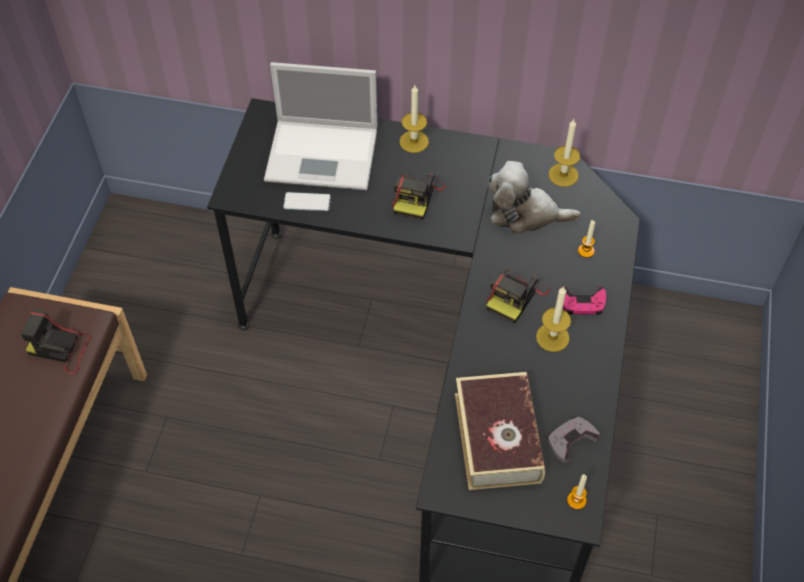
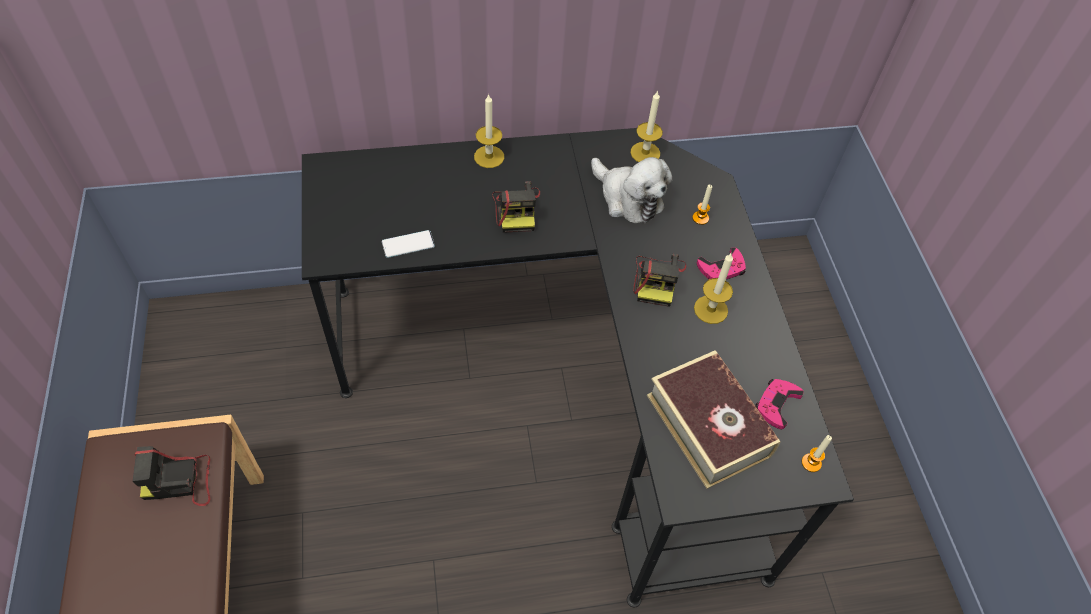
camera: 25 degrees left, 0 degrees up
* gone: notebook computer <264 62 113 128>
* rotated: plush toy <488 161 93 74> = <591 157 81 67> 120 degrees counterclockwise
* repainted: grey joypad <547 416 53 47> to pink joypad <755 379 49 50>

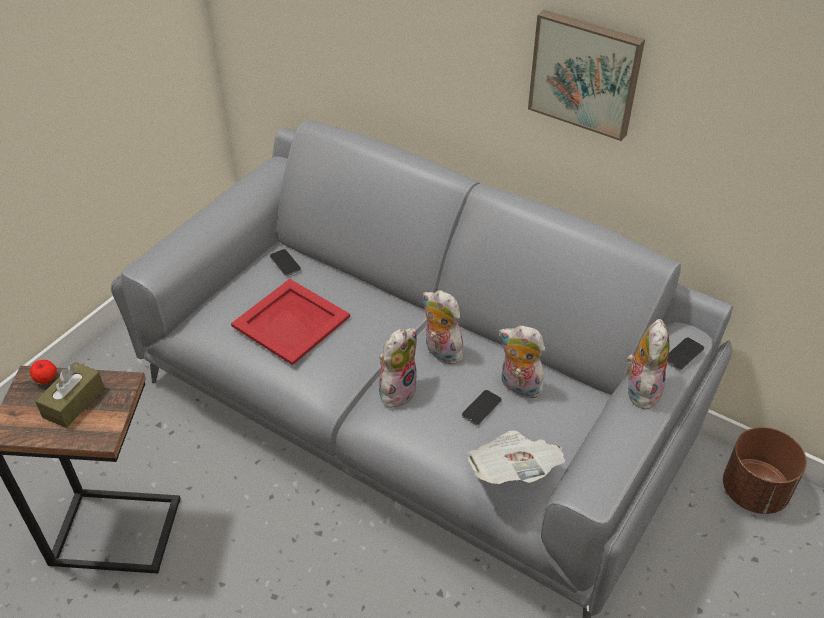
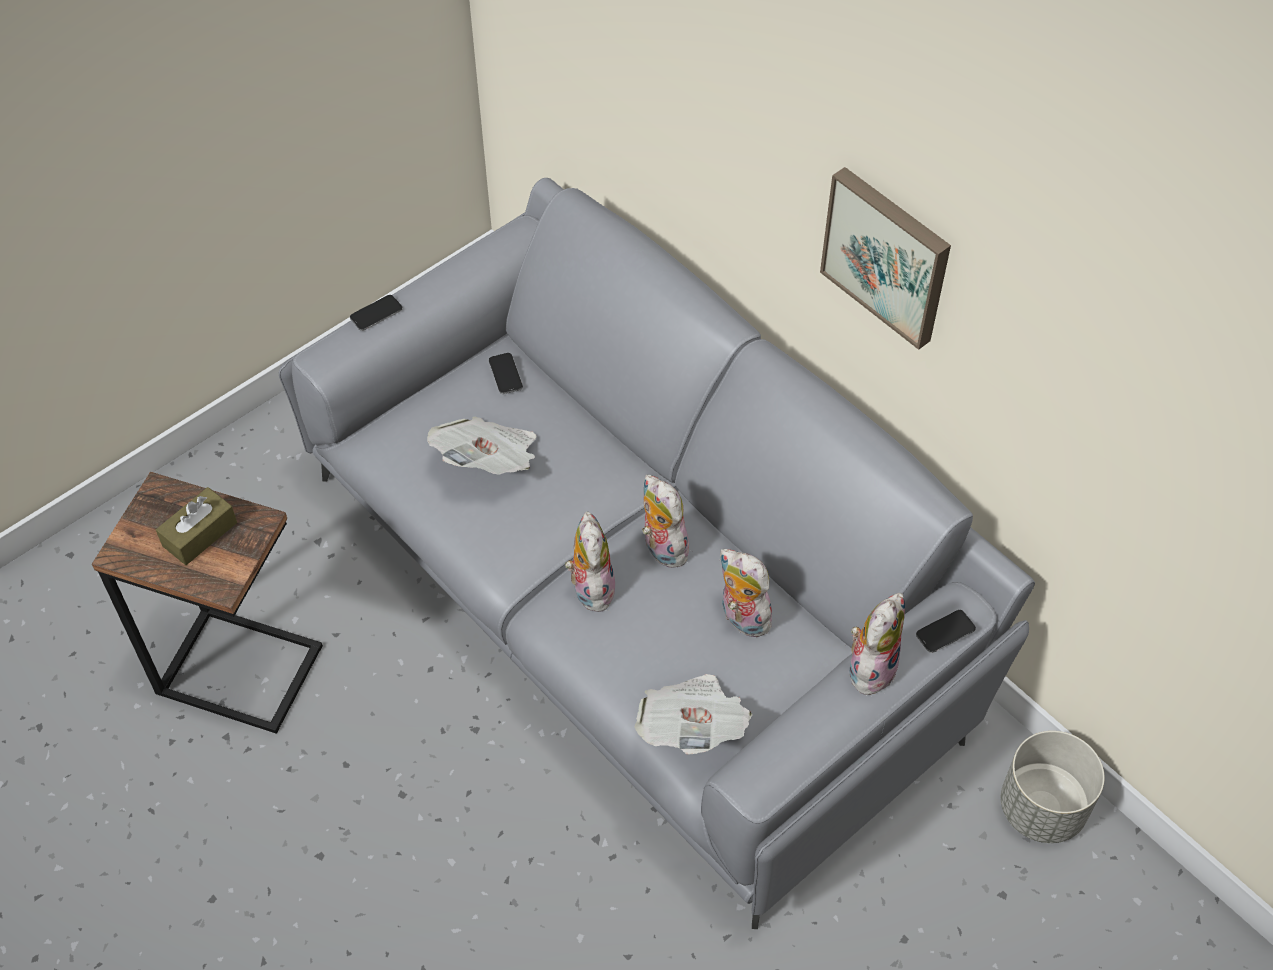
camera: 15 degrees right, 10 degrees up
* swapped: red carrying tray <231 279 119 86> to daily paper <427 417 109 57>
* rotated: plush toy <379 328 38 80> = <565 511 50 101> 60 degrees counterclockwise
* gone: apple <30 360 27 24>
* shifted: phone <462 390 40 35> to <350 295 53 36>
* repainted: brown-coloured planter <723 427 84 87> to grey planter <1001 731 104 112>

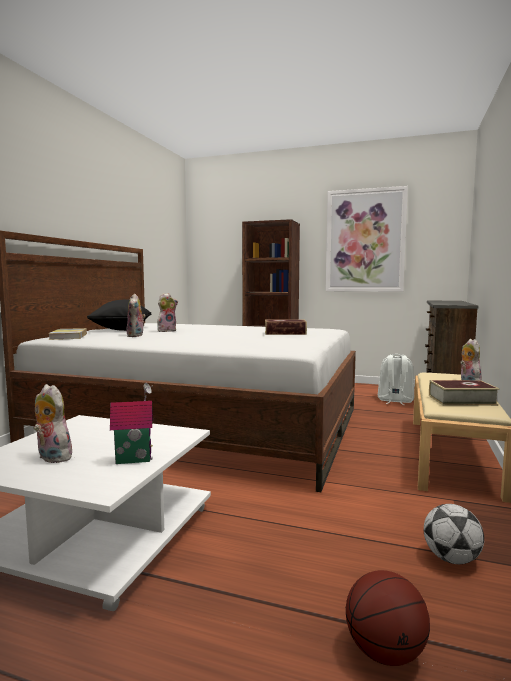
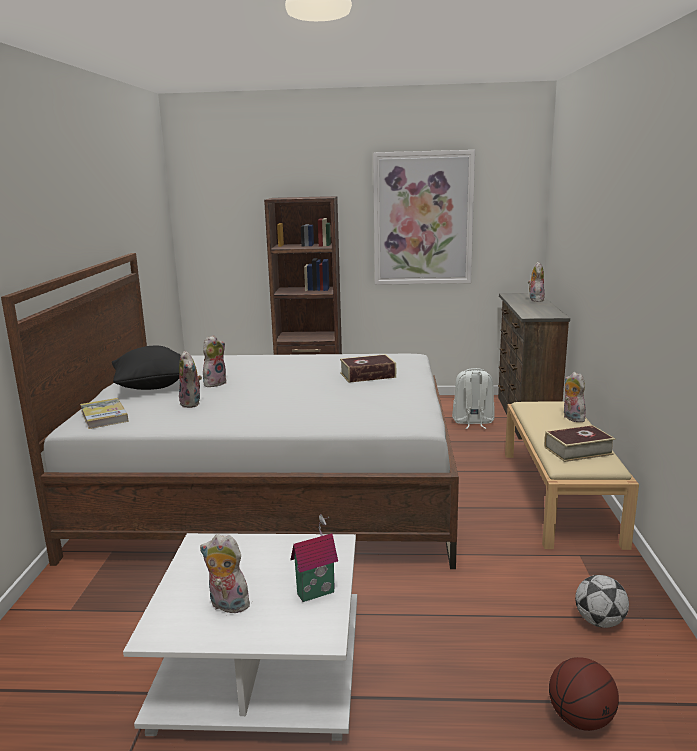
camera: 15 degrees left, 10 degrees up
* new: plush toy <528 262 17 40>

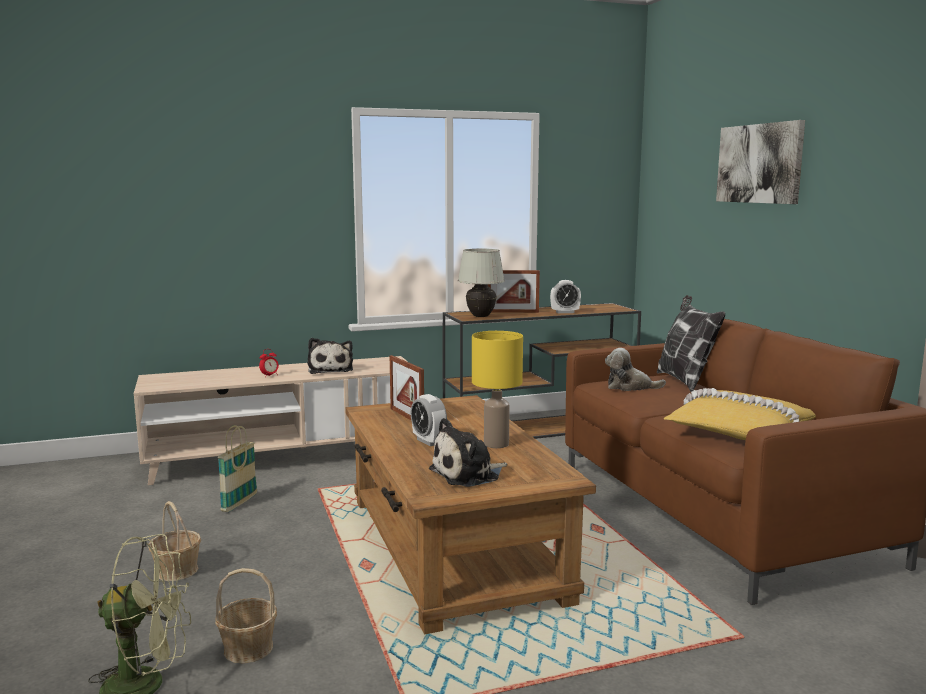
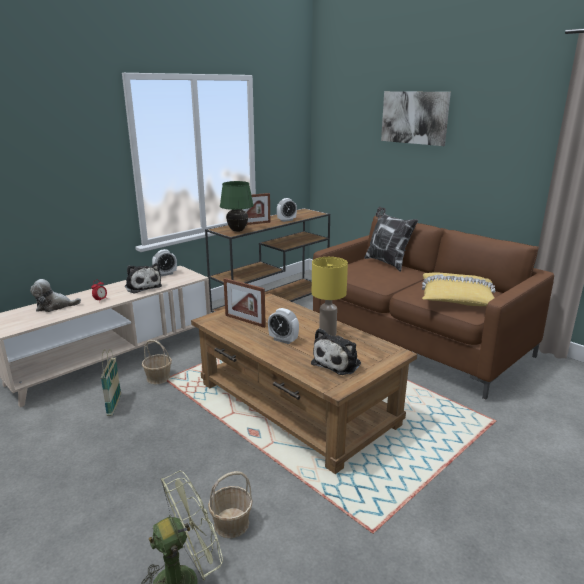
camera: 25 degrees left, 10 degrees up
* repainted: white-coloured table lamp <458 249 47 68> to greenish table lamp <220 181 34 51>
* shifted: plush toy <605 348 61 43> to <30 279 51 33>
* shifted: basket <148 501 53 80> to <142 340 30 44>
* new: alarm clock <152 249 25 27>

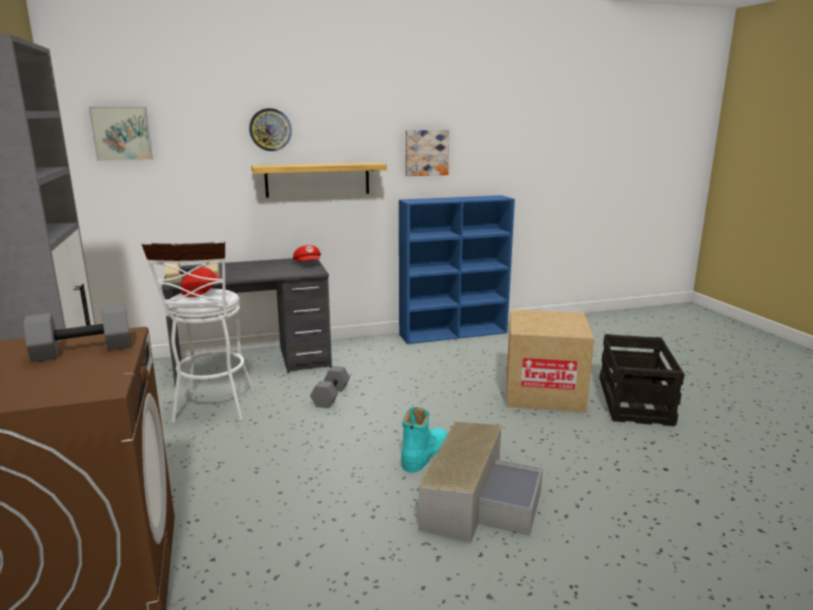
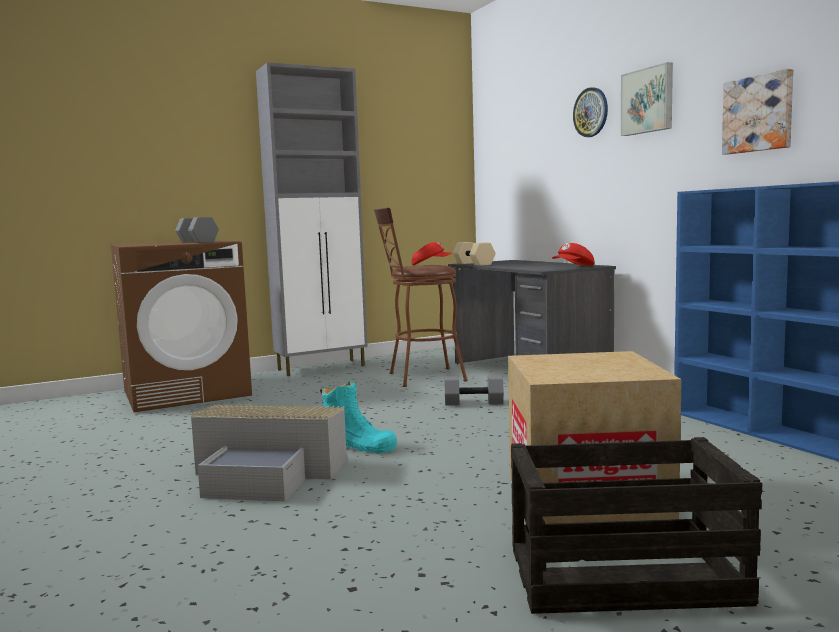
camera: 80 degrees right, 10 degrees down
* shifted: wall picture <89 107 64 54> to <621 62 52 74>
* gone: shelf <251 162 136 36>
* repainted: white-coloured stool seat <141 242 113 181> to brown-coloured stool seat <374 208 94 179>

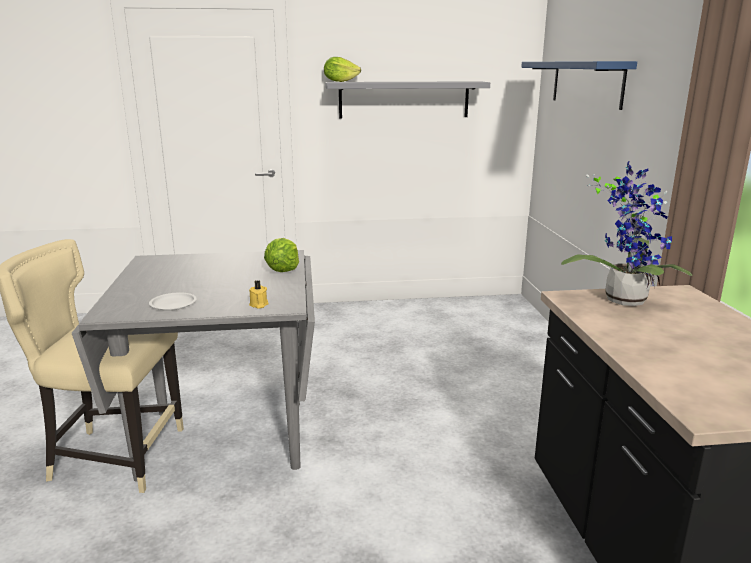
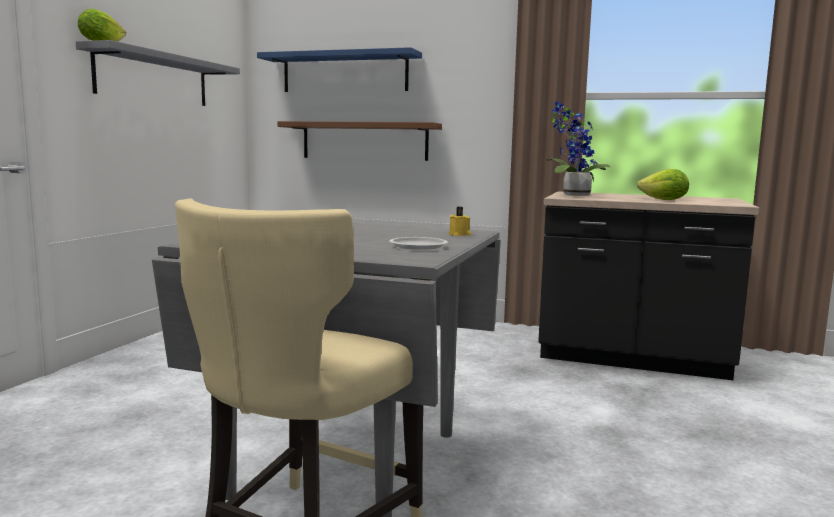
camera: 65 degrees left, 10 degrees down
* shifted: head of lettuce <264 238 35 34> to <637 169 52 31>
* new: brown-coloured shelf <278 121 164 40>

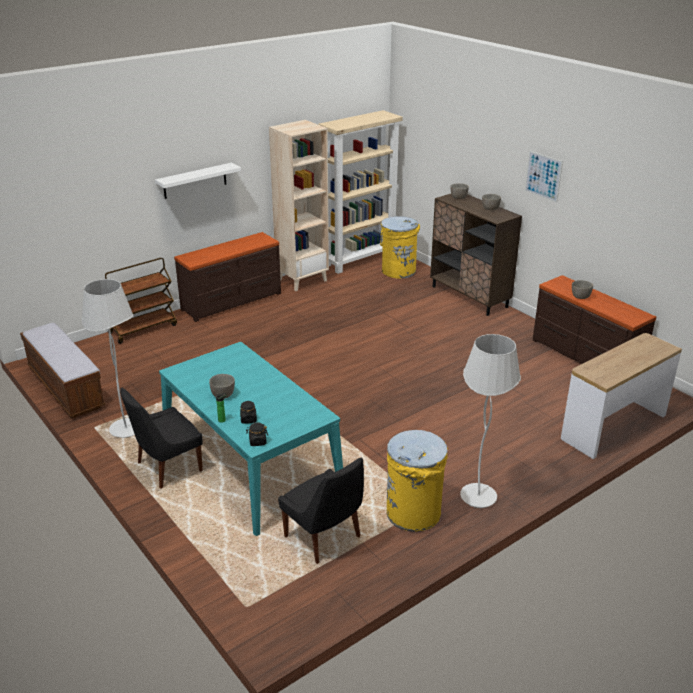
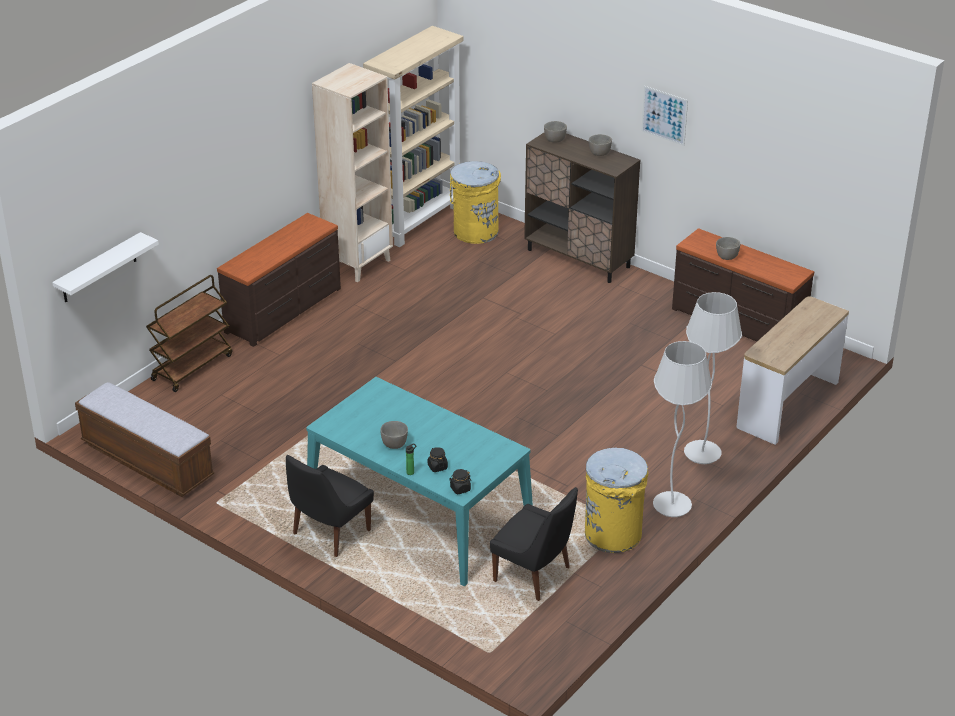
camera: 15 degrees left, 5 degrees up
* shifted: white-coloured shelf <155 163 86 36> to <52 232 107 71>
* shifted: white-coloured standing lamp <82 279 53 159> to <684 292 58 172>

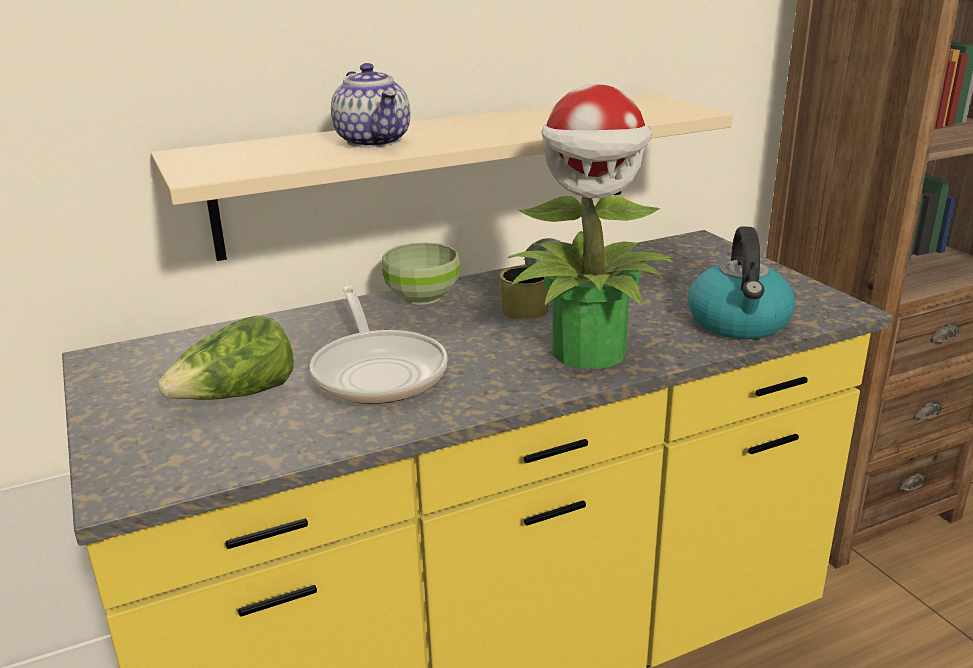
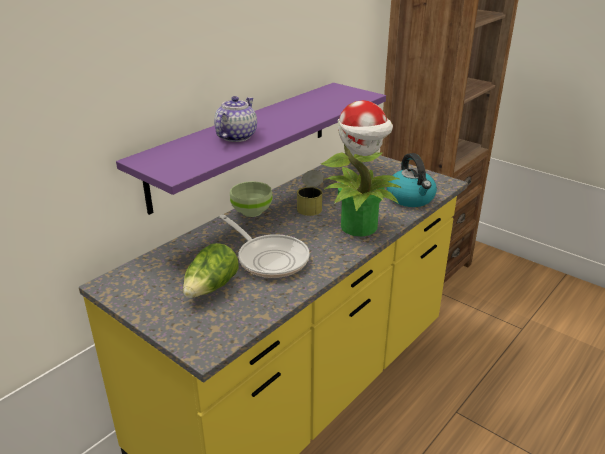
camera: 25 degrees left, 5 degrees up
* rotated: pot for tea <331 63 79 85> = <214 96 43 46> 105 degrees counterclockwise
* repainted: beige shelf <151 93 582 168> to purple-coloured shelf <116 83 270 132>

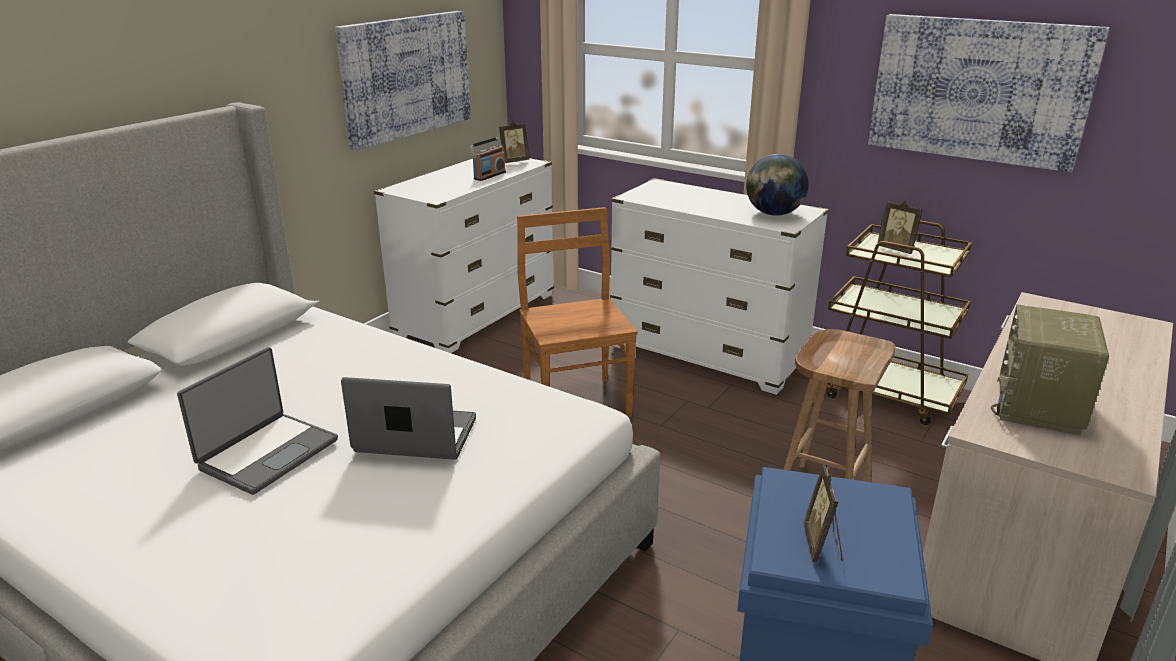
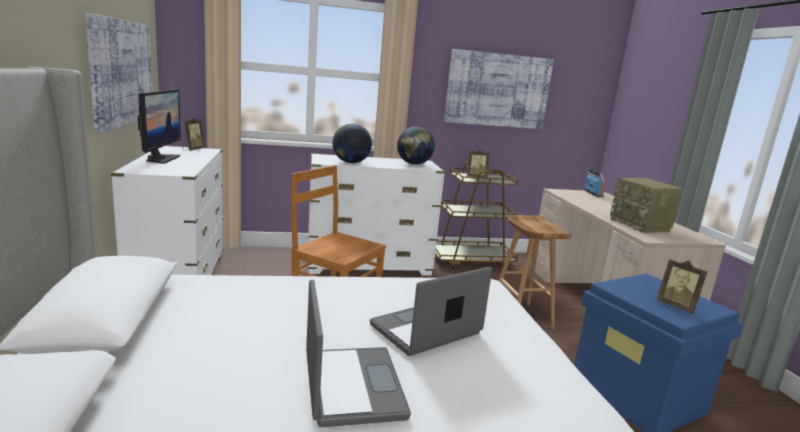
camera: 45 degrees left, 10 degrees down
* shifted: radio <469 137 37 44> to <585 168 21 29>
* new: monitor <138 89 43 75>
* new: globe <332 124 40 39>

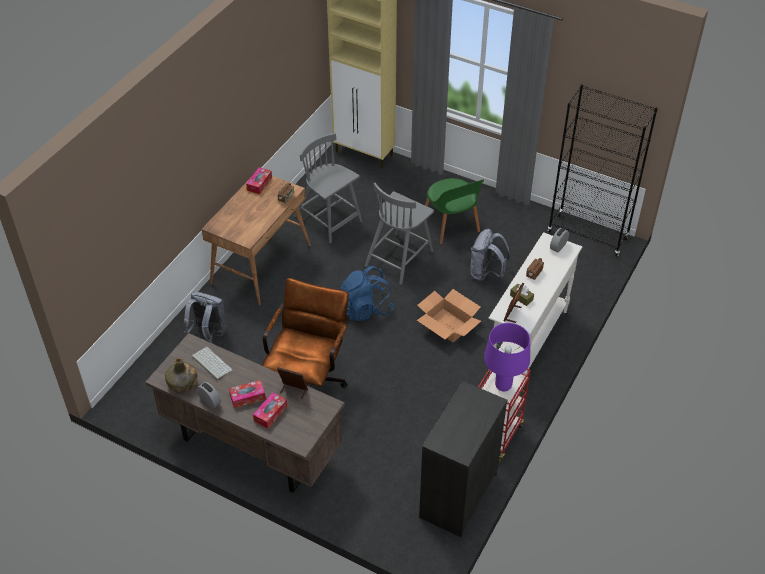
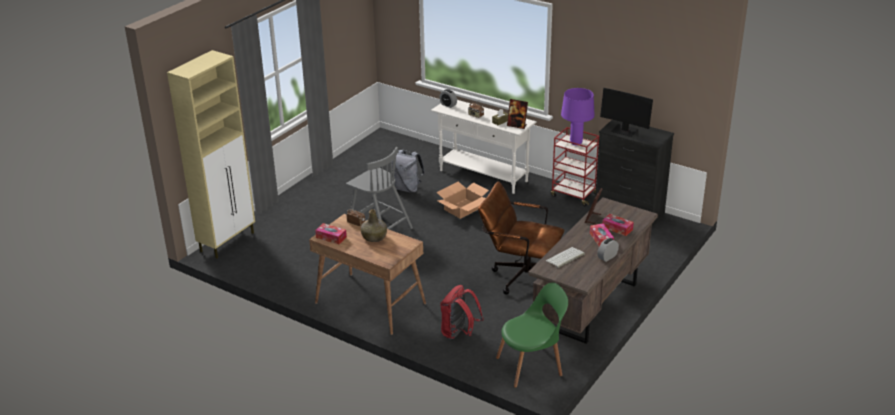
camera: 85 degrees left, 15 degrees down
* gone: black-coloured bookshelf <548 84 110 173>
* gone: grey plain chair <294 133 68 110>
* shifted: greenish plain chair <425 178 59 66> to <496 282 72 106>
* gone: bluish knapsack <340 266 54 55>
* repainted: grey knapsack <183 292 43 51> to red knapsack <440 285 44 54>
* shifted: greenish beverage bottle <165 358 32 35> to <361 209 26 33>
* new: monitor <600 88 53 49>

